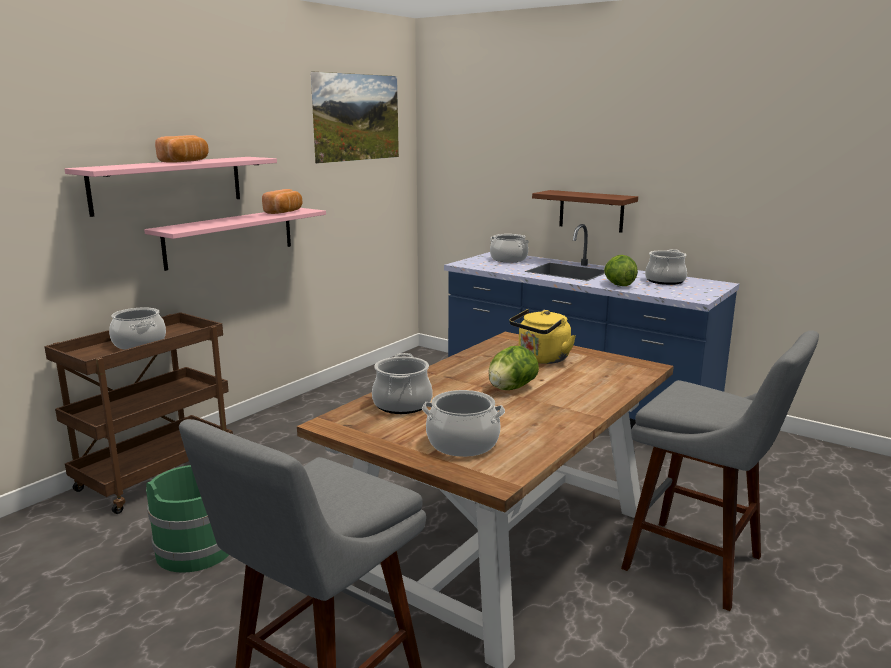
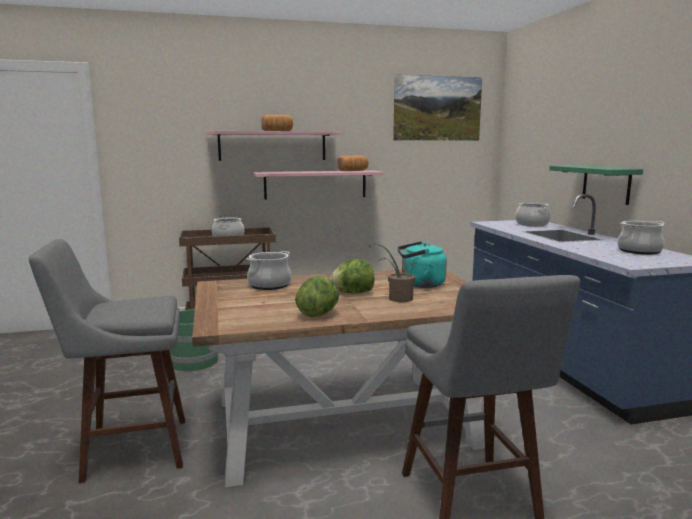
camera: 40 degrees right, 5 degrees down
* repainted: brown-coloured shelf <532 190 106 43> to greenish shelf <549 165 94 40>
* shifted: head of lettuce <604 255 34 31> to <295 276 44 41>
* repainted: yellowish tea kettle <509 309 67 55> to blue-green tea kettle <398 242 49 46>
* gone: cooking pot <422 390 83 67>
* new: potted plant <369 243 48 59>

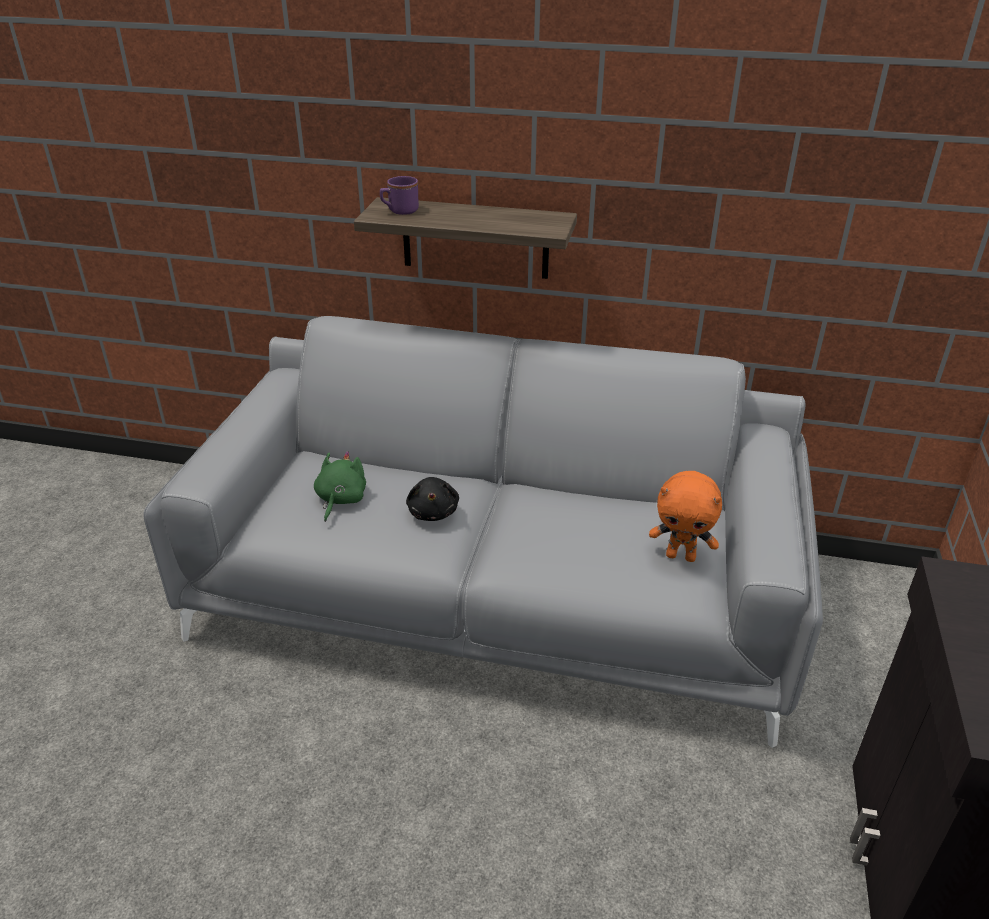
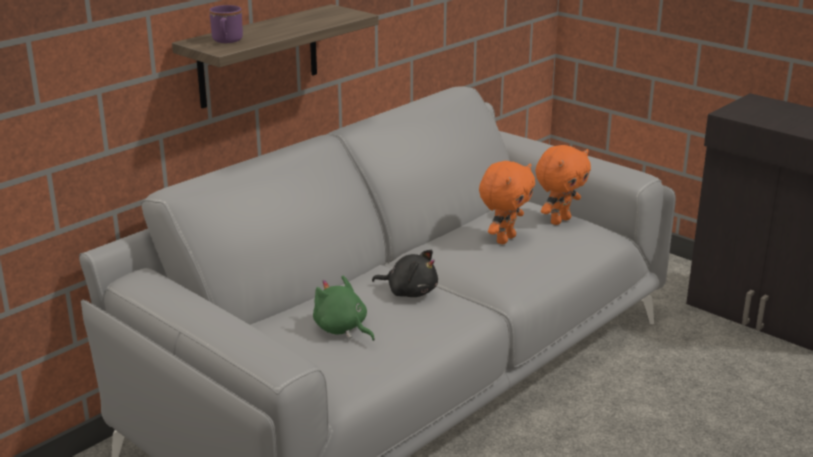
camera: 60 degrees left, 10 degrees down
* new: orangey plush toy <479 161 56 83>

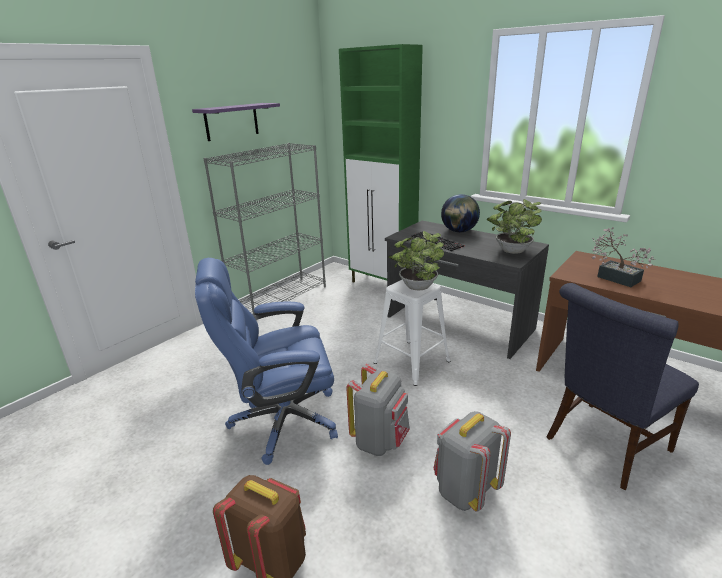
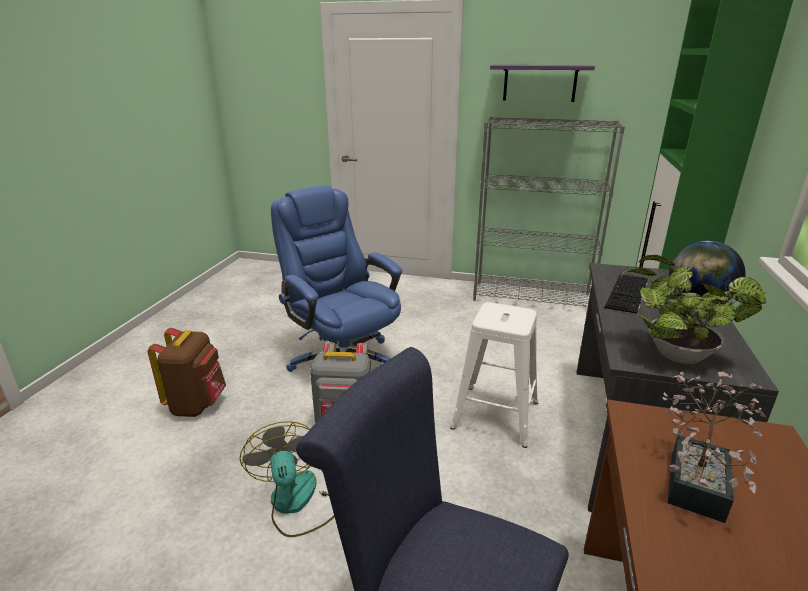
camera: 65 degrees right, 0 degrees up
* gone: potted plant <388 231 56 59>
* swapped: grey knapsack <434 411 77 101> to electric fan <240 421 95 116>

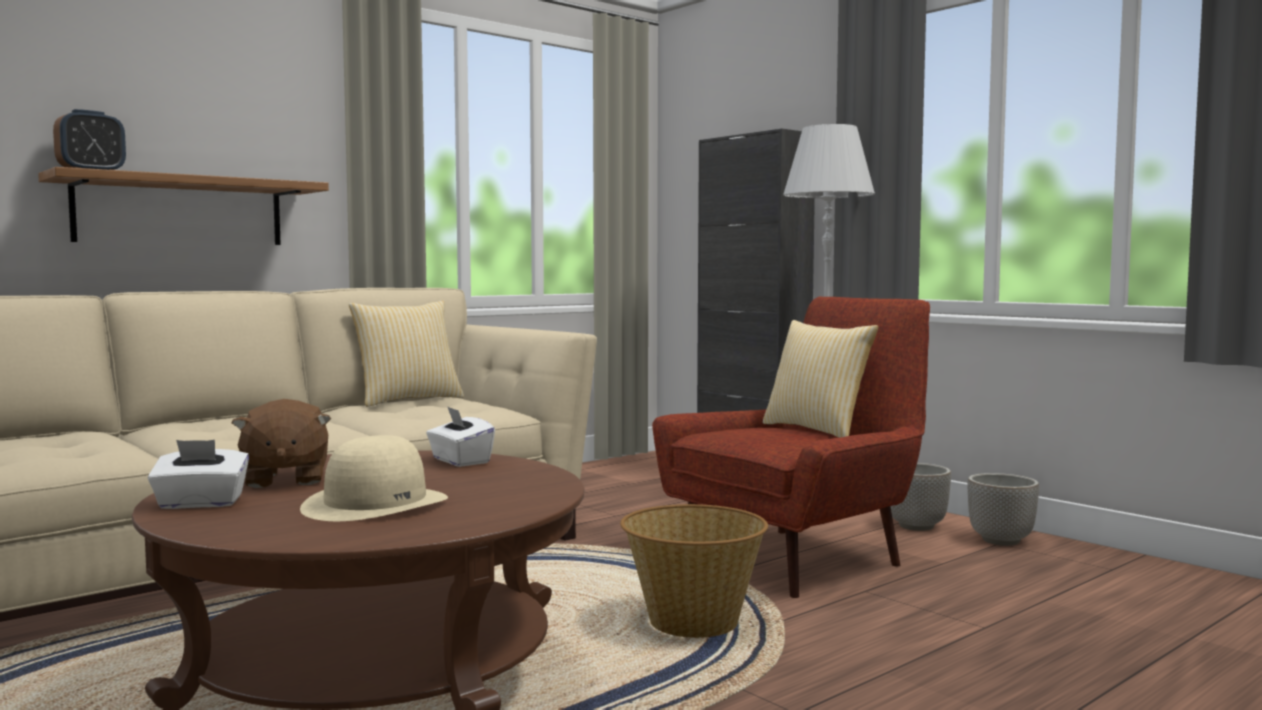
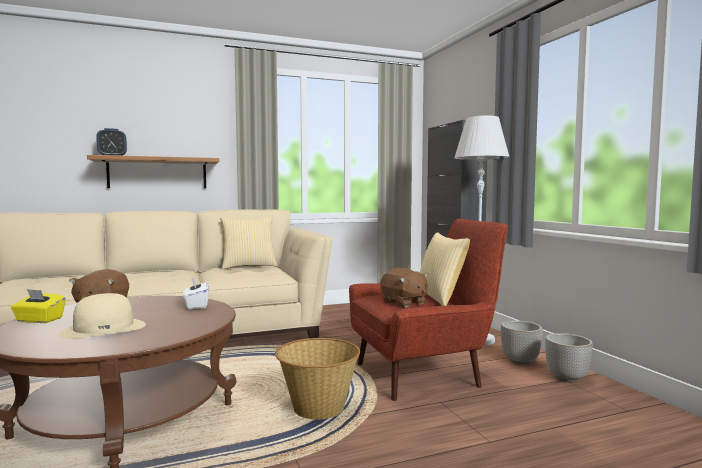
camera: 20 degrees right, 0 degrees up
* repainted: white-coloured tissue box <148 440 101 69> to yellowish tissue box <11 289 55 34>
* new: brown-coloured plush toy <380 268 48 40>

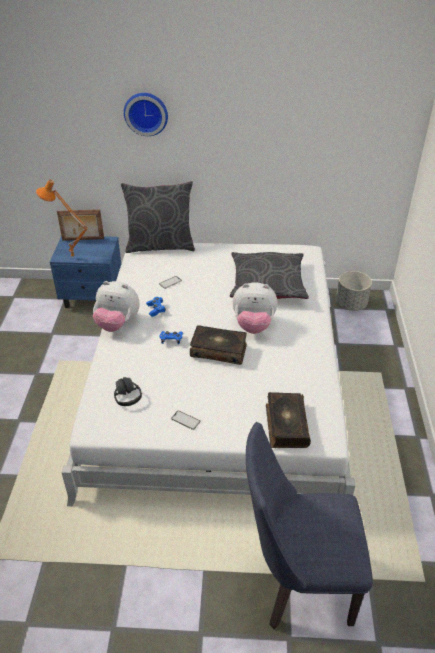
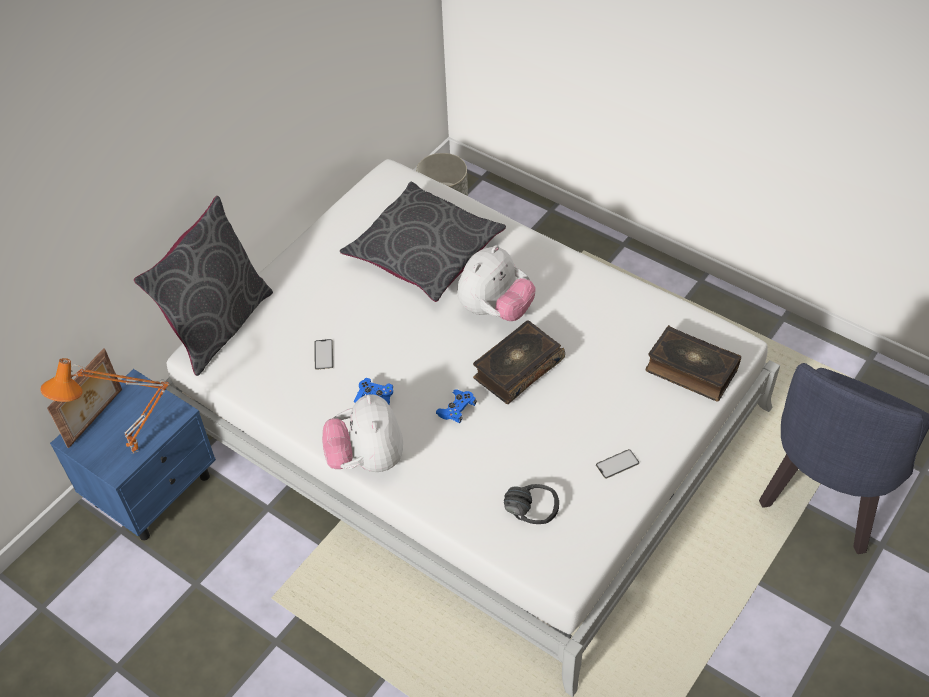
camera: 55 degrees left, 10 degrees up
* gone: clock on the wall <124 93 44 43>
* rotated: plush toy <93 281 47 51> = <322 394 81 78> 120 degrees clockwise

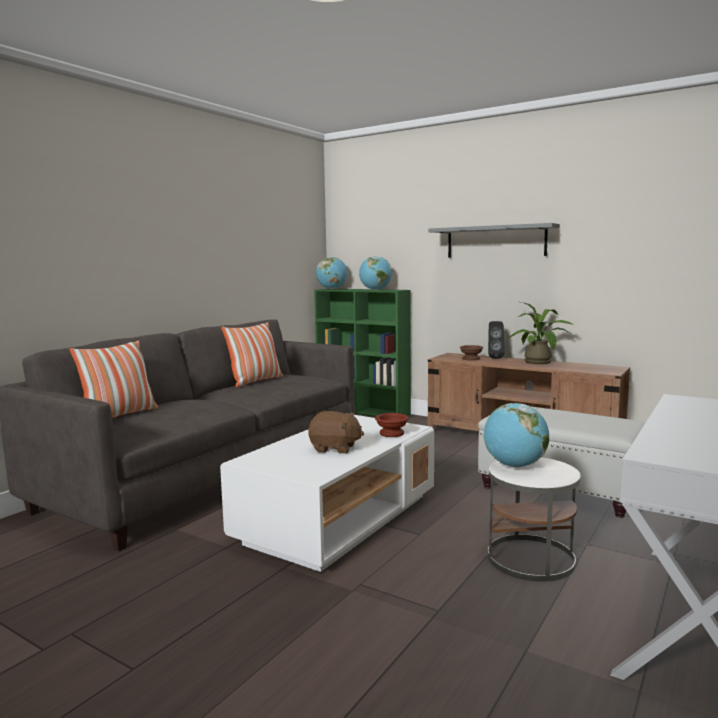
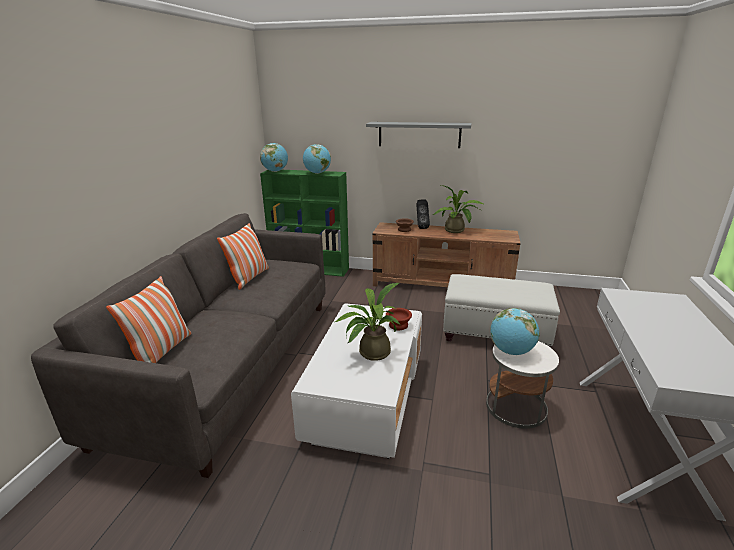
camera: 20 degrees left, 15 degrees up
* swapped: brown-coloured plush toy <308 411 56 43> to potted plant <335 283 65 78>

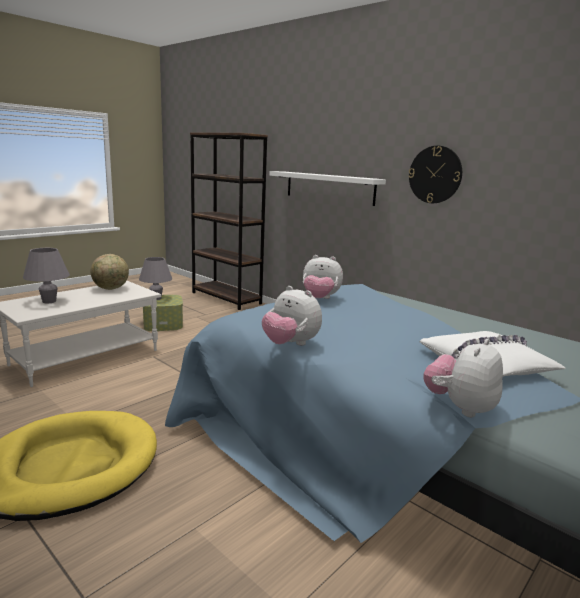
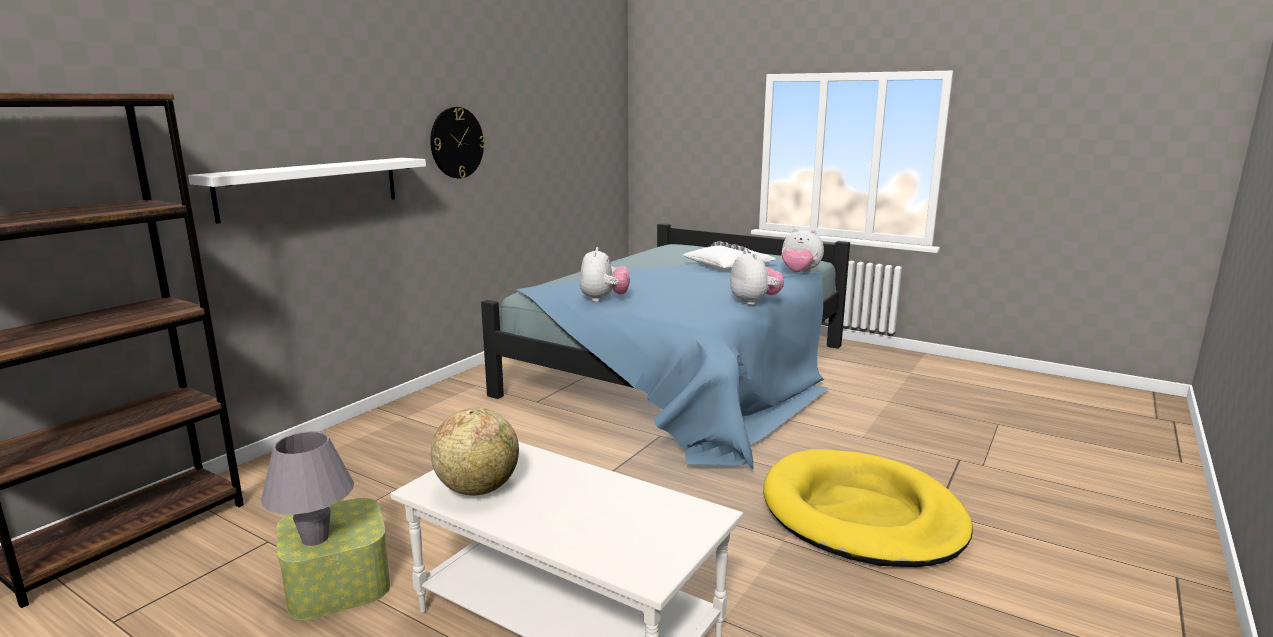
camera: 100 degrees left, 0 degrees up
* gone: grey table lamp <23 248 47 55>
* rotated: plush toy <262 286 60 60> = <730 250 54 55> 45 degrees counterclockwise

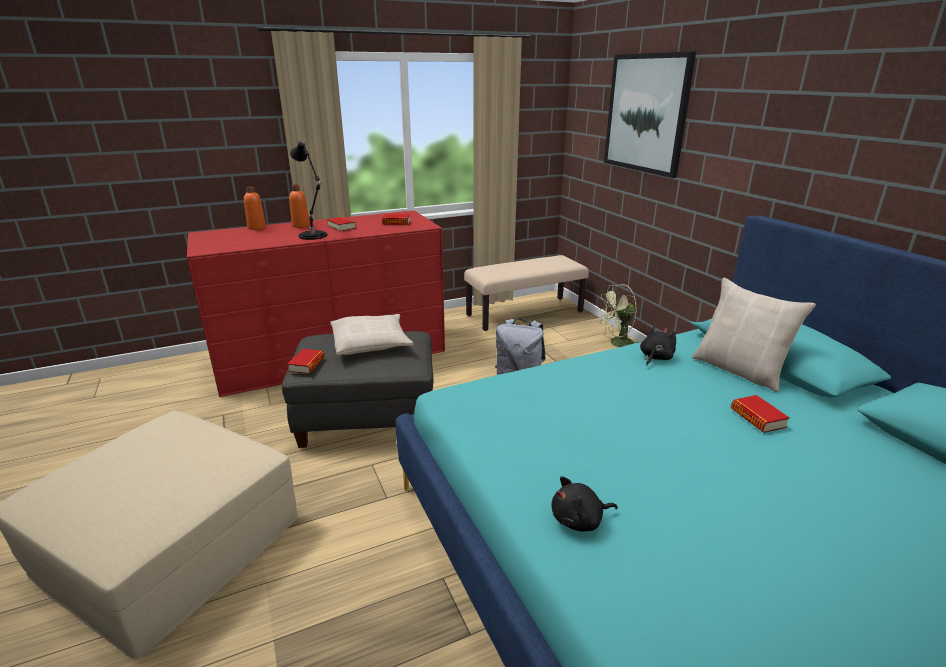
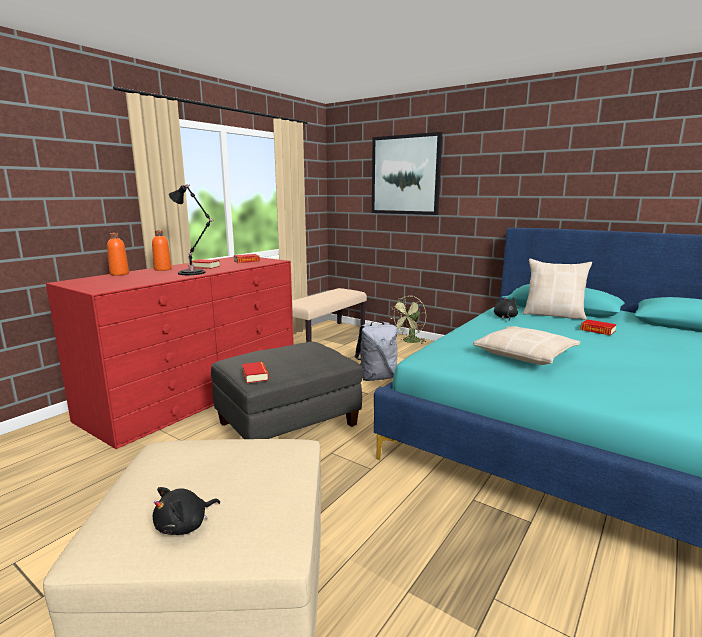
camera: 30 degrees left, 10 degrees down
* shifted: beige cushion <330 314 83 41> to <473 326 107 39>
* shifted: black-coloured plush toy <551 476 67 56> to <153 487 67 48>

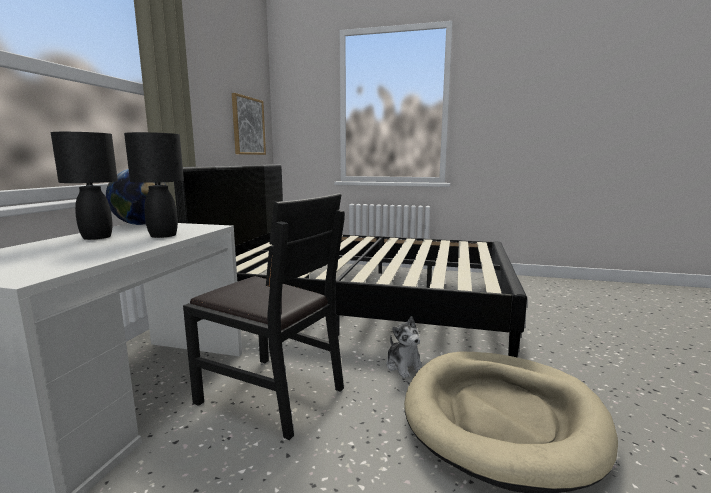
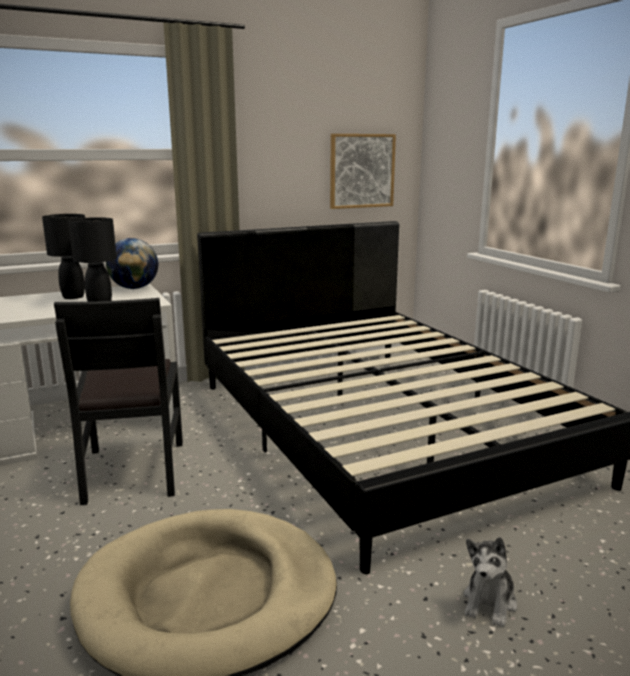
camera: 50 degrees right, 5 degrees up
* shifted: plush toy <386 316 36 62> to <463 537 54 90>

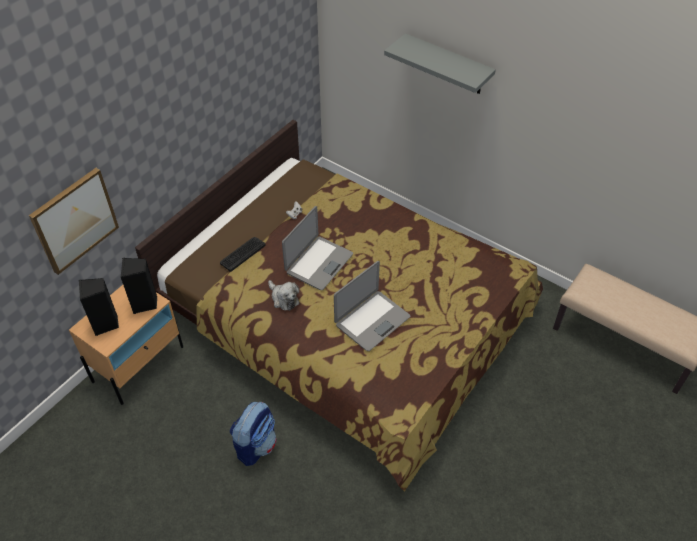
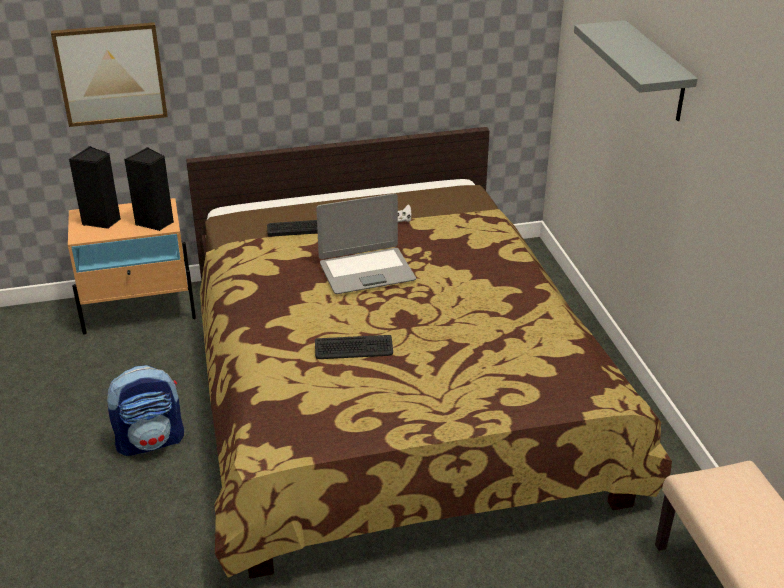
camera: 40 degrees right, 15 degrees down
* swapped: notebook computer <334 261 76 90> to computer keyboard <315 335 78 24>
* gone: plush toy <268 280 31 31>

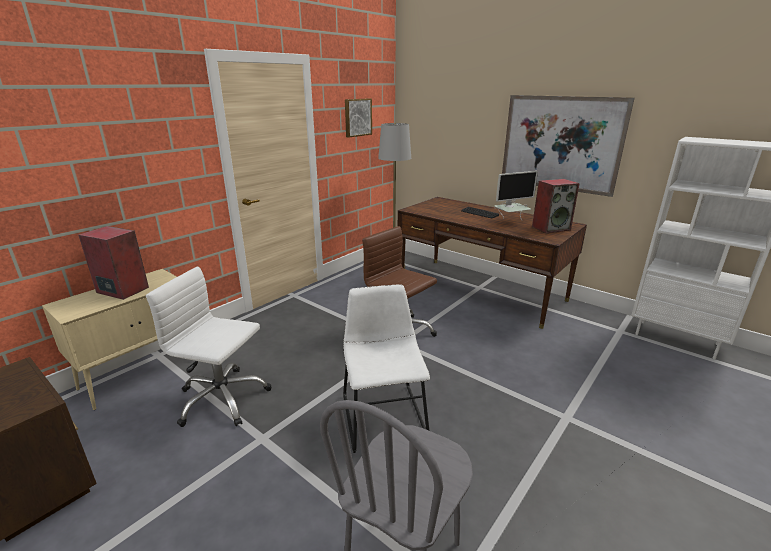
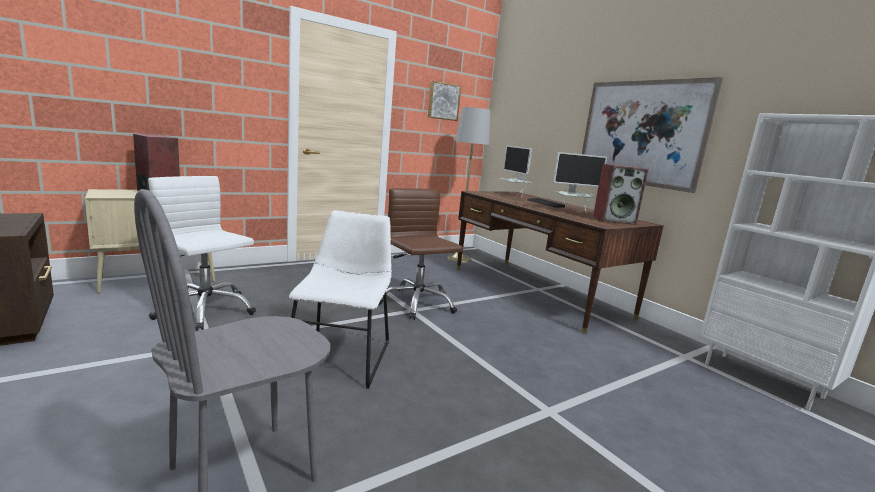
camera: 15 degrees right, 10 degrees down
* new: monitor <499 146 33 48>

